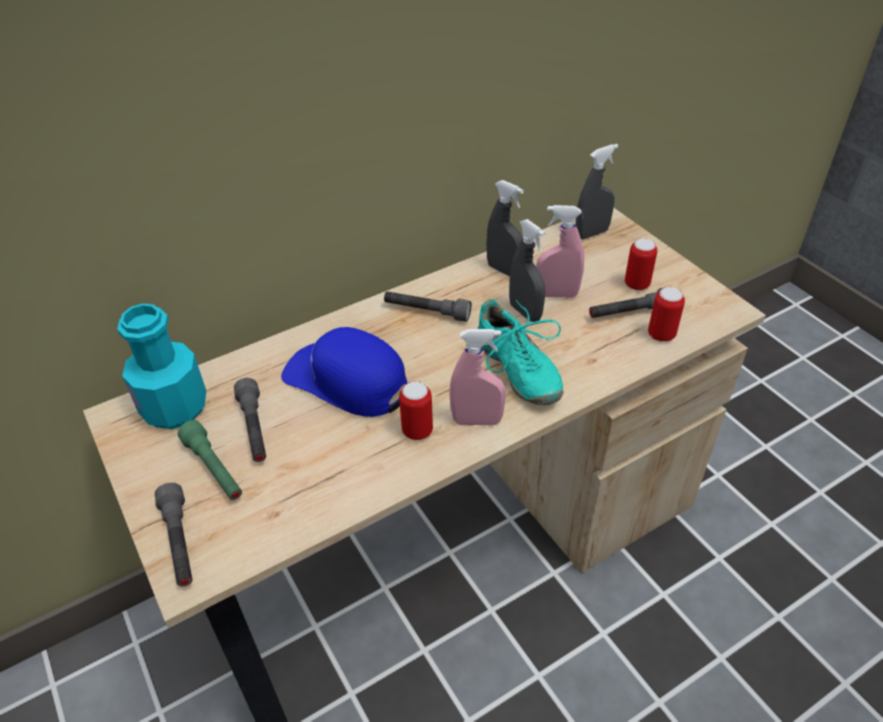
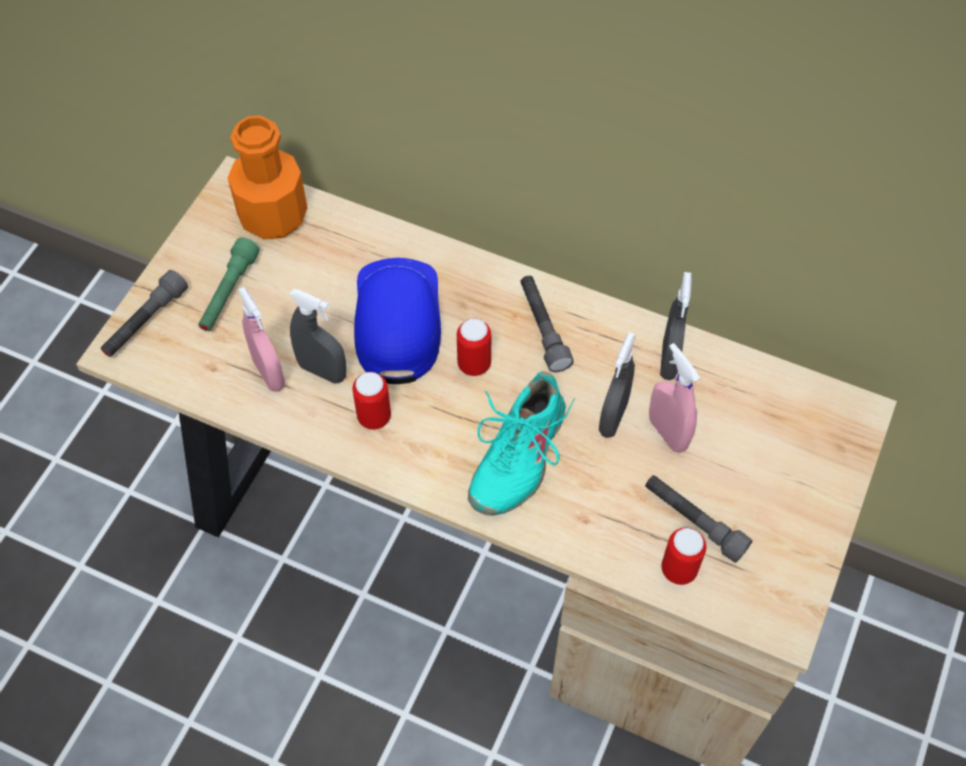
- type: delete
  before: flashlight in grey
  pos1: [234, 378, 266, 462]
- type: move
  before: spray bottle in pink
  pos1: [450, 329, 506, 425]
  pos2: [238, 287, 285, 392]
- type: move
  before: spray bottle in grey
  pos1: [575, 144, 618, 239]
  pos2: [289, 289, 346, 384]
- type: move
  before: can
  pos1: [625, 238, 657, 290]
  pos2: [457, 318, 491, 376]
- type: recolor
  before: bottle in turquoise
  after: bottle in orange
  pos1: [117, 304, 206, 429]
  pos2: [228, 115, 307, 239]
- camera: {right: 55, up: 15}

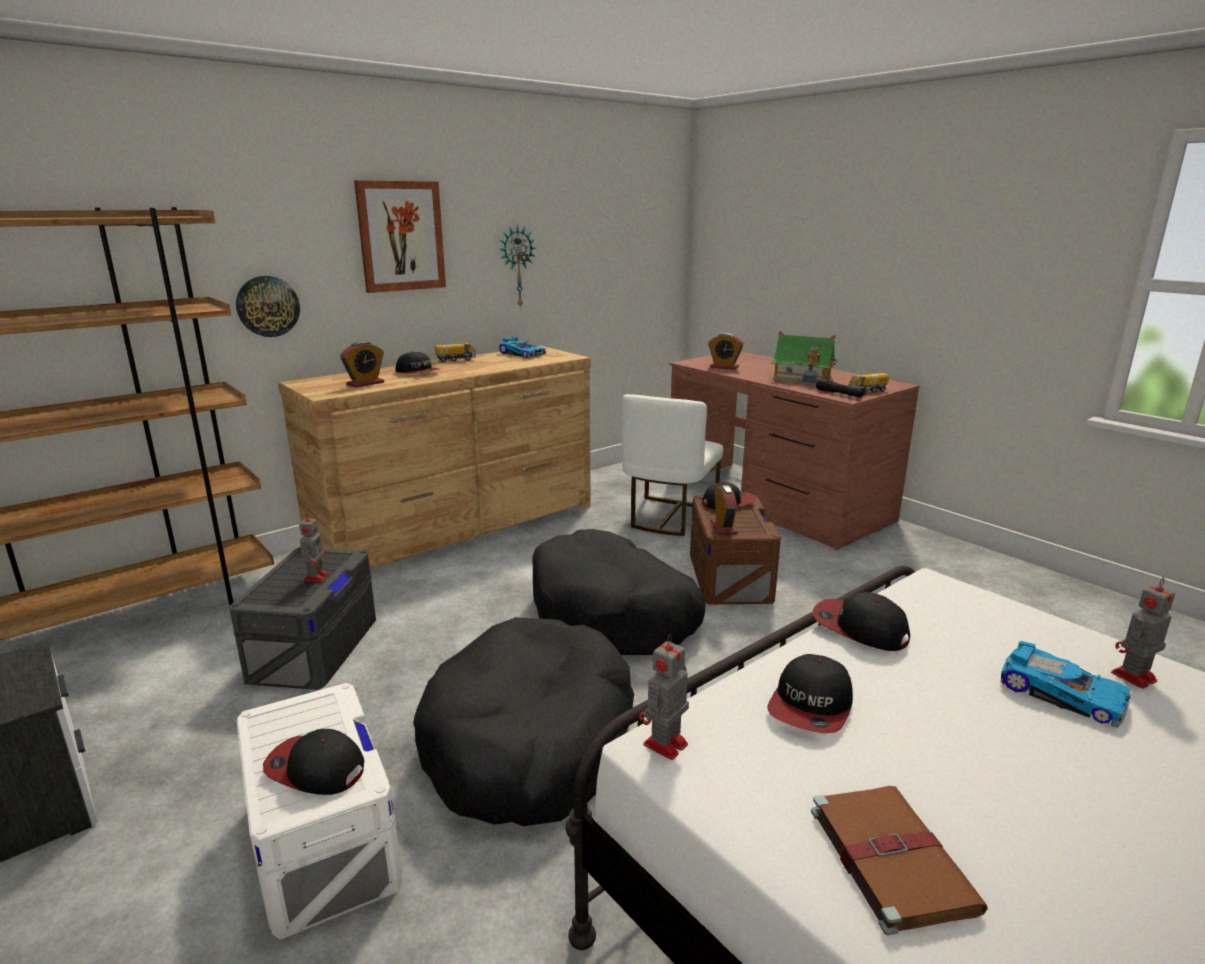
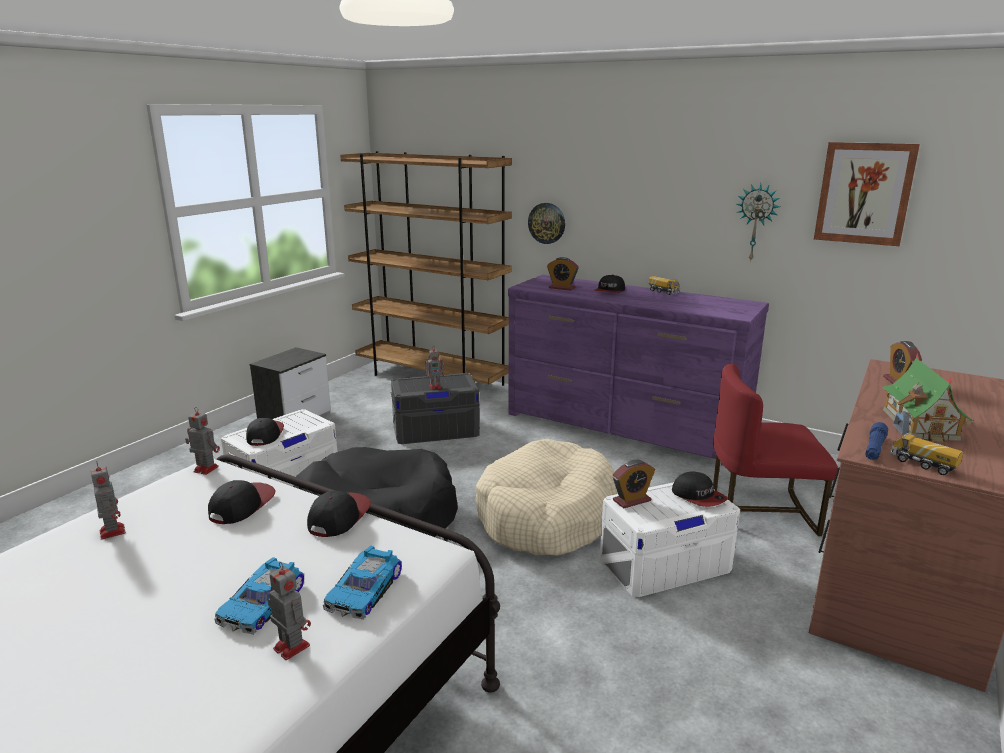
- type: move
  before: picture
  pos1: [354, 180, 446, 293]
  pos2: [814, 142, 920, 246]
- type: move
  before: toy car
  pos1: [499, 337, 546, 358]
  pos2: [323, 546, 402, 620]
- type: replace
  before: book in brown
  after: toy robot
  pos1: [811, 786, 988, 935]
  pos2: [91, 461, 126, 540]
- type: recolor
  before: dresser in brown
  after: dresser in purple
  pos1: [278, 346, 591, 569]
  pos2: [508, 274, 769, 466]
- type: recolor
  before: dog bed in black
  after: dog bed in beige
  pos1: [532, 529, 706, 655]
  pos2: [475, 439, 618, 555]
- type: recolor
  before: chair in white
  after: chair in red
  pos1: [622, 394, 723, 536]
  pos2: [713, 364, 838, 536]
- type: recolor
  before: storage box in brown
  after: storage box in white
  pos1: [690, 495, 781, 604]
  pos2: [600, 482, 740, 597]
- type: recolor
  before: flashlight in black
  after: flashlight in blue
  pos1: [816, 379, 866, 398]
  pos2: [865, 422, 888, 460]
- type: rotate
  before: cap
  pos1: [768, 654, 853, 734]
  pos2: [208, 480, 276, 524]
  turn: 105
- camera: {right: 70, up: 0}

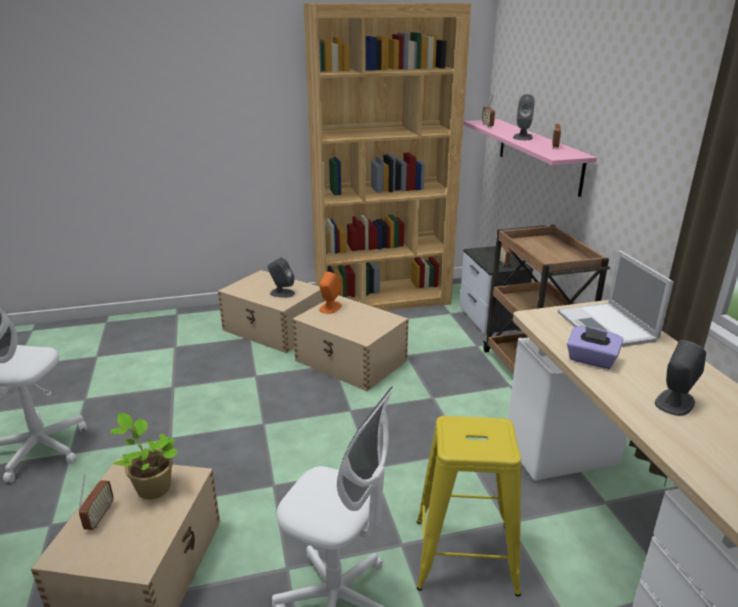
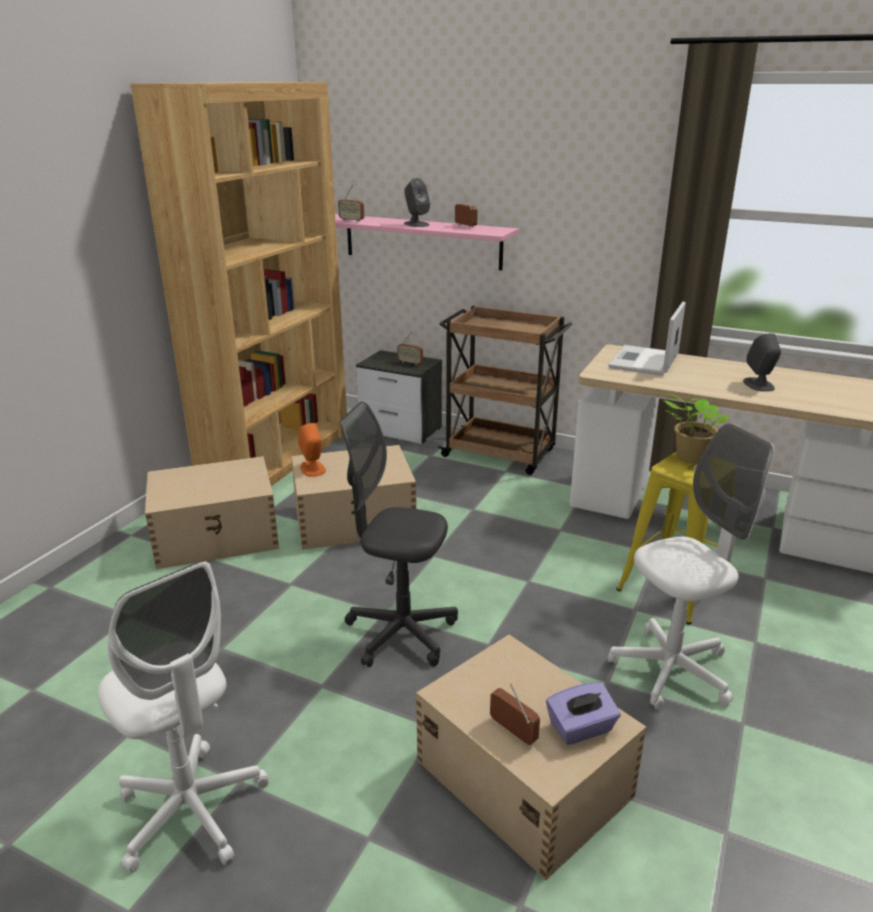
- type: delete
  before: speaker in grey
  pos1: [268, 258, 295, 298]
- type: insert
  after: office chair in grey
  pos2: [340, 402, 458, 667]
- type: move
  before: potted plant
  pos1: [111, 413, 179, 500]
  pos2: [662, 394, 730, 463]
- type: move
  before: tissue box in purple
  pos1: [567, 326, 623, 369]
  pos2: [546, 682, 621, 745]
- type: rotate
  before: laptop
  pos1: [557, 250, 674, 347]
  pos2: [608, 302, 686, 376]
  turn: 90
- camera: {right: -50, up: 0}

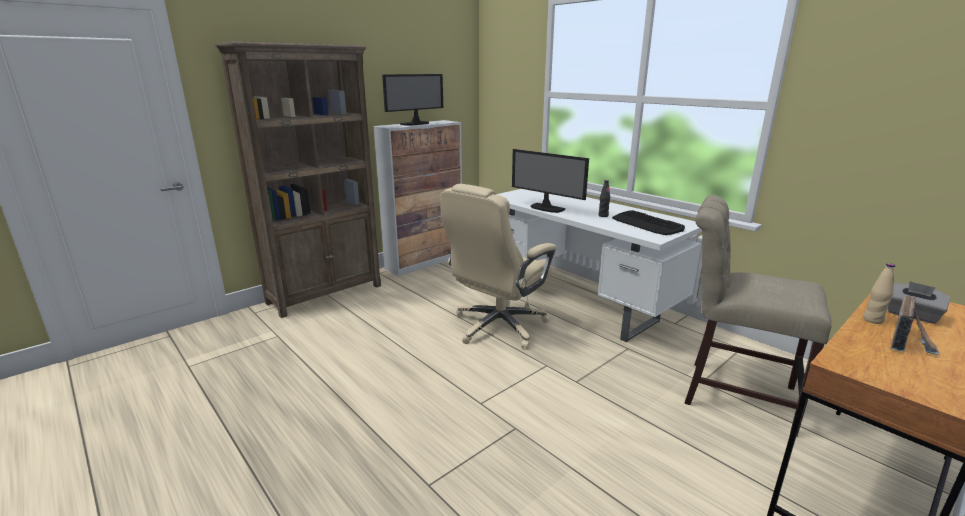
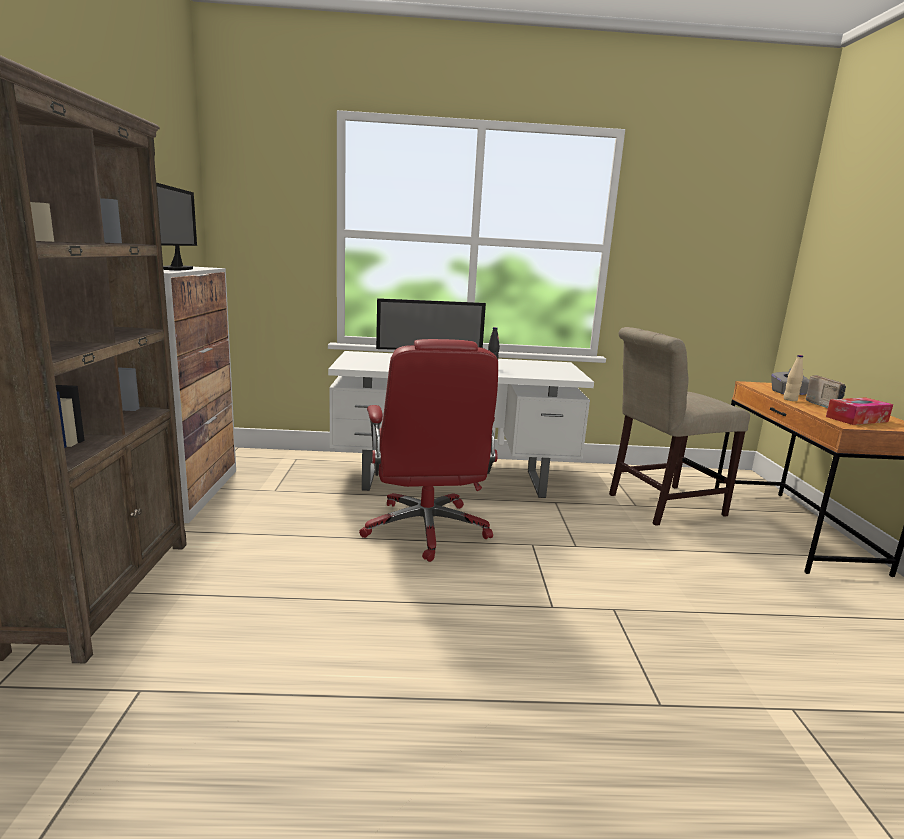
- type: delete
  before: keyboard
  pos1: [612, 210, 685, 235]
- type: insert
  after: tissue box
  pos2: [826, 397, 893, 425]
- type: recolor
  before: office chair in beige
  after: office chair in red
  pos1: [440, 184, 557, 349]
  pos2: [359, 339, 498, 562]
- camera: {right: -50, up: -5}

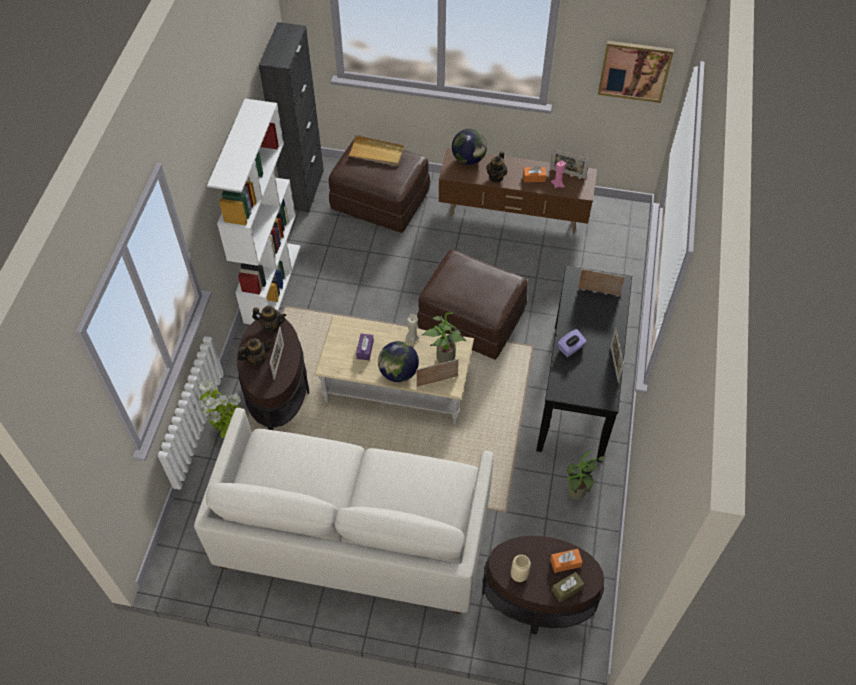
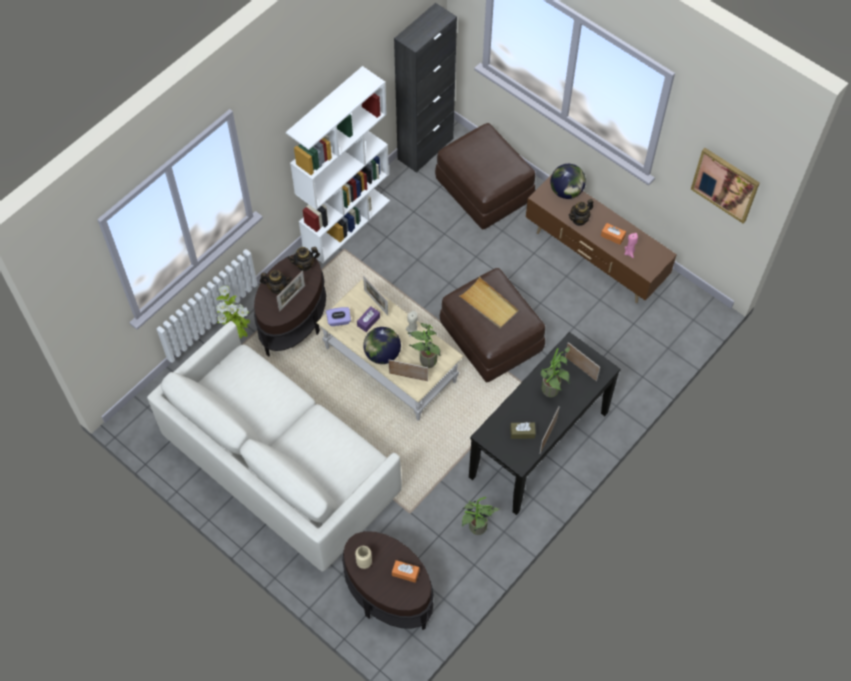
- type: insert
  after: potted plant
  pos2: [541, 345, 570, 397]
- type: move
  before: tray in beige
  pos1: [347, 135, 404, 166]
  pos2: [460, 277, 518, 328]
- type: move
  before: picture frame
  pos1: [550, 150, 589, 179]
  pos2: [363, 275, 388, 316]
- type: move
  before: tissue box in brown
  pos1: [552, 572, 584, 602]
  pos2: [510, 422, 536, 439]
- type: move
  before: tissue box in purple
  pos1: [557, 329, 587, 357]
  pos2: [326, 307, 351, 326]
- type: rotate
  before: teapot
  pos1: [252, 306, 286, 332]
  pos2: [288, 247, 320, 271]
  turn: 120
- camera: {right: 30, up: 5}

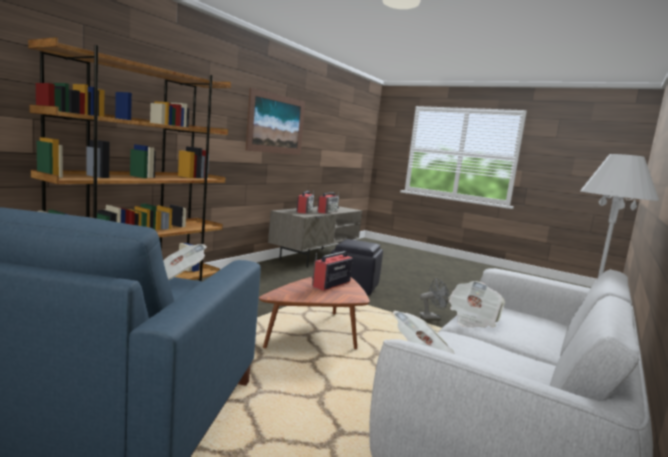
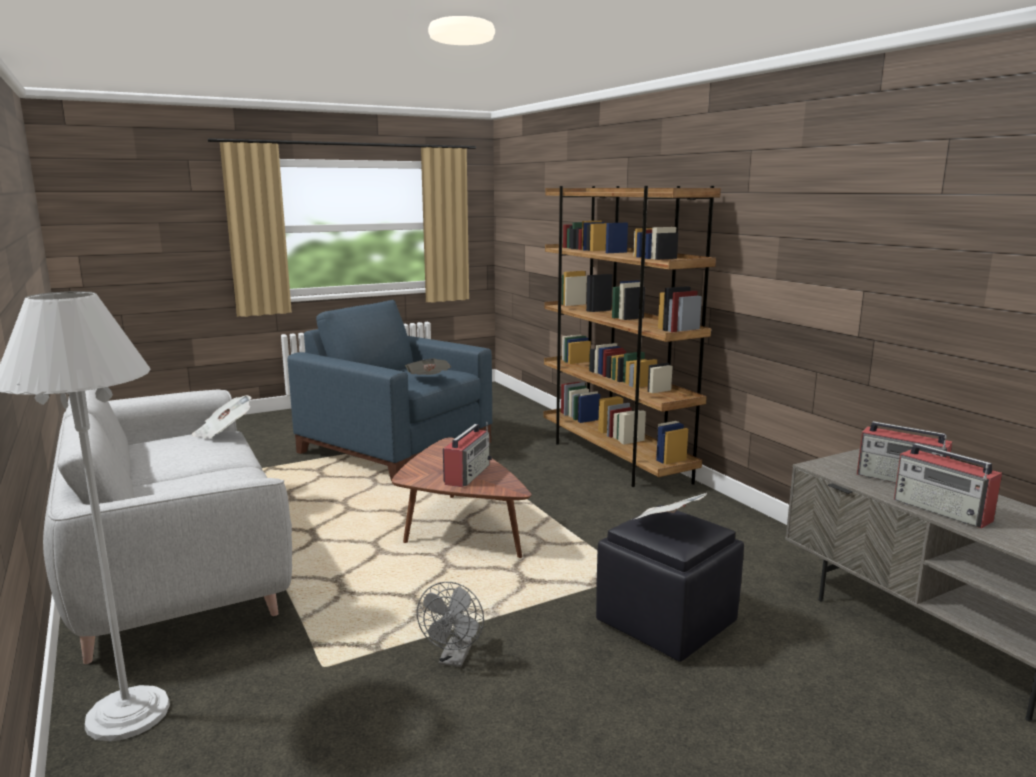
- type: delete
  before: picture
  pos1: [246, 88, 305, 155]
- type: move
  before: newspaper
  pos1: [448, 281, 505, 328]
  pos2: [635, 493, 707, 519]
- type: rotate
  before: radio
  pos1: [312, 251, 353, 291]
  pos2: [443, 422, 492, 487]
  turn: 45
- camera: {right: 120, up: 5}

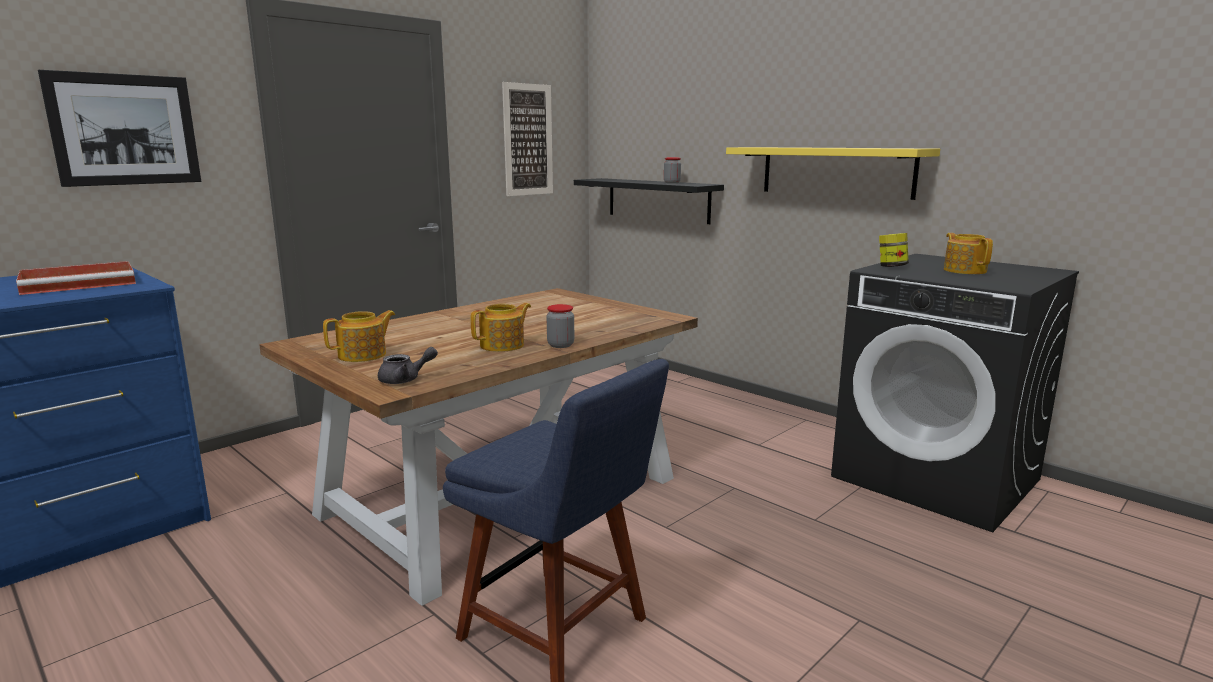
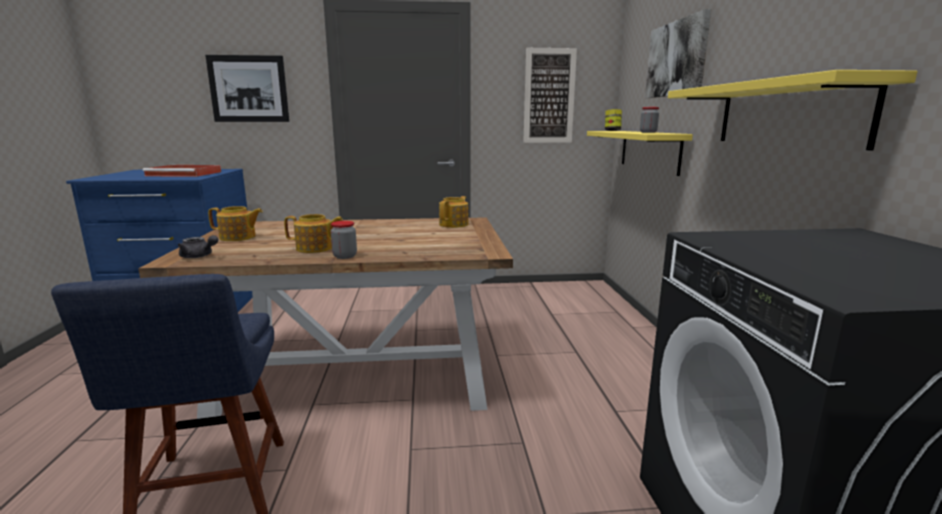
- type: insert
  after: picture
  pos2: [645, 9, 711, 98]
- type: move
  before: jar
  pos1: [879, 233, 909, 267]
  pos2: [605, 109, 622, 131]
- type: move
  before: teapot
  pos1: [944, 233, 993, 274]
  pos2: [439, 196, 468, 228]
- type: recolor
  before: shelf in black
  after: shelf in yellow
  pos1: [574, 178, 724, 224]
  pos2: [587, 131, 693, 176]
- camera: {right: 40, up: 0}

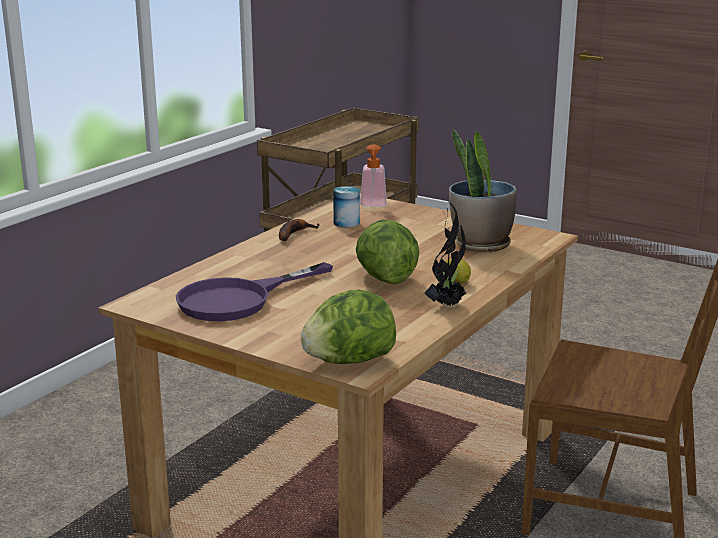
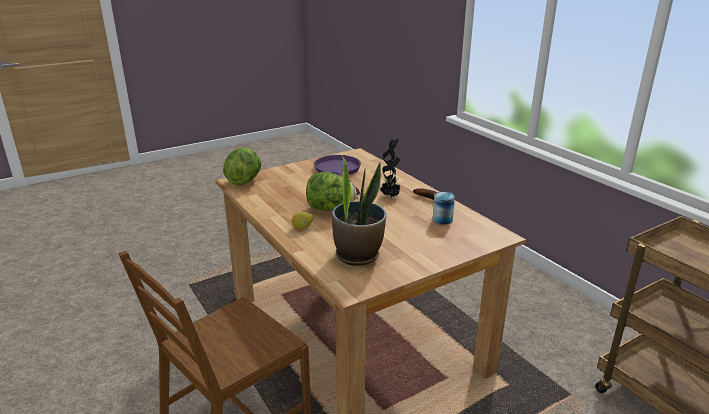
- type: delete
  before: soap dispenser
  pos1: [360, 144, 386, 207]
- type: move
  before: potted plant
  pos1: [424, 201, 466, 306]
  pos2: [380, 139, 401, 198]
- camera: {right: 115, up: 5}

